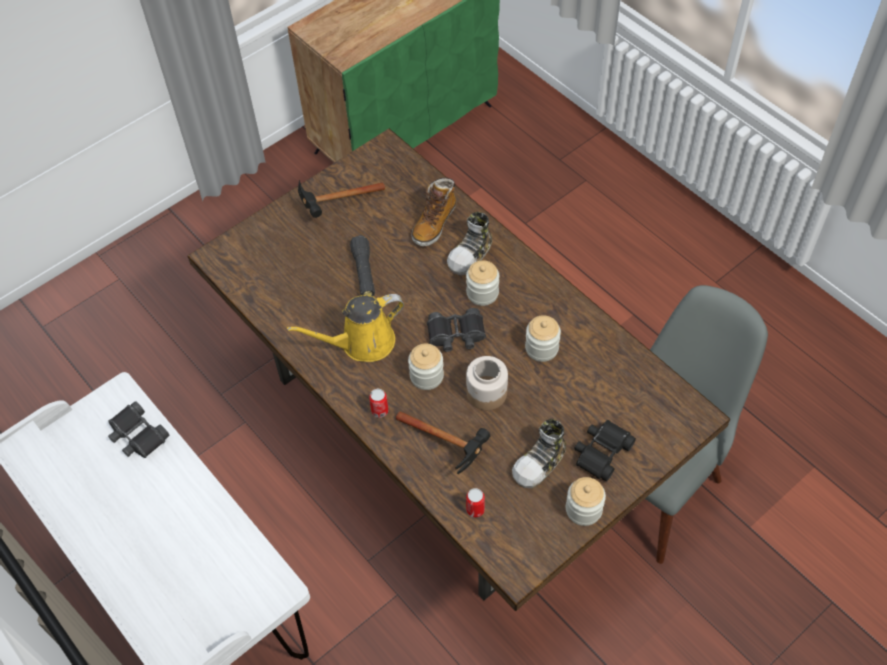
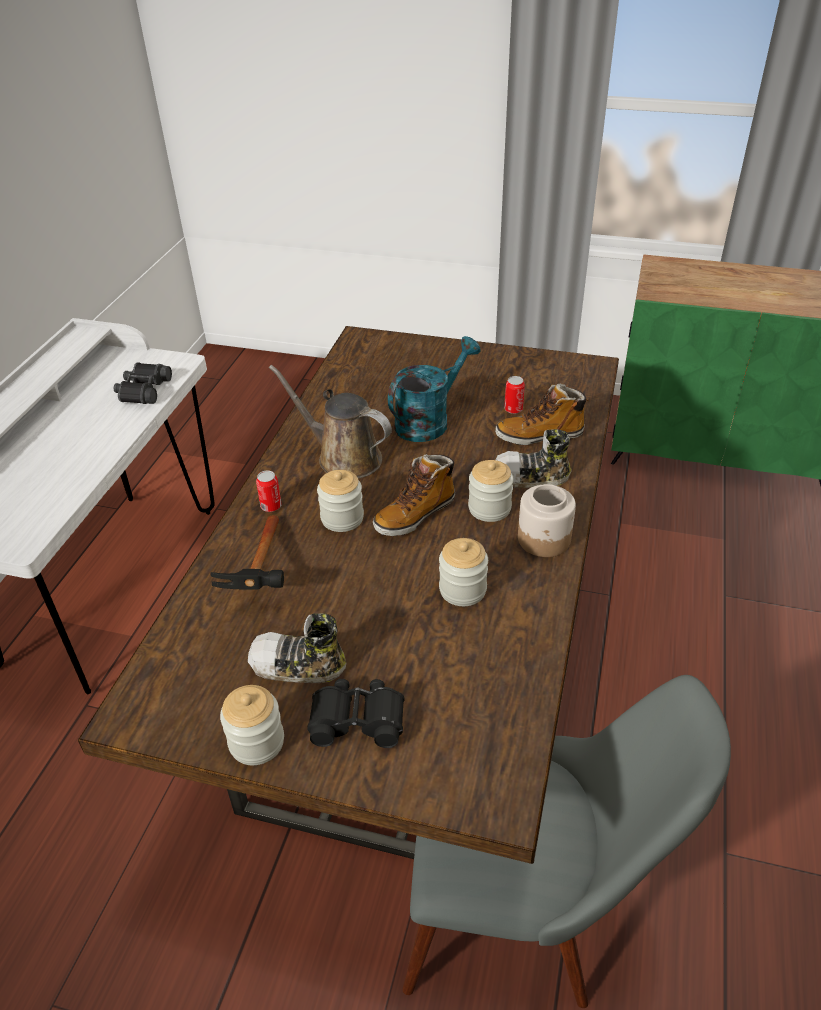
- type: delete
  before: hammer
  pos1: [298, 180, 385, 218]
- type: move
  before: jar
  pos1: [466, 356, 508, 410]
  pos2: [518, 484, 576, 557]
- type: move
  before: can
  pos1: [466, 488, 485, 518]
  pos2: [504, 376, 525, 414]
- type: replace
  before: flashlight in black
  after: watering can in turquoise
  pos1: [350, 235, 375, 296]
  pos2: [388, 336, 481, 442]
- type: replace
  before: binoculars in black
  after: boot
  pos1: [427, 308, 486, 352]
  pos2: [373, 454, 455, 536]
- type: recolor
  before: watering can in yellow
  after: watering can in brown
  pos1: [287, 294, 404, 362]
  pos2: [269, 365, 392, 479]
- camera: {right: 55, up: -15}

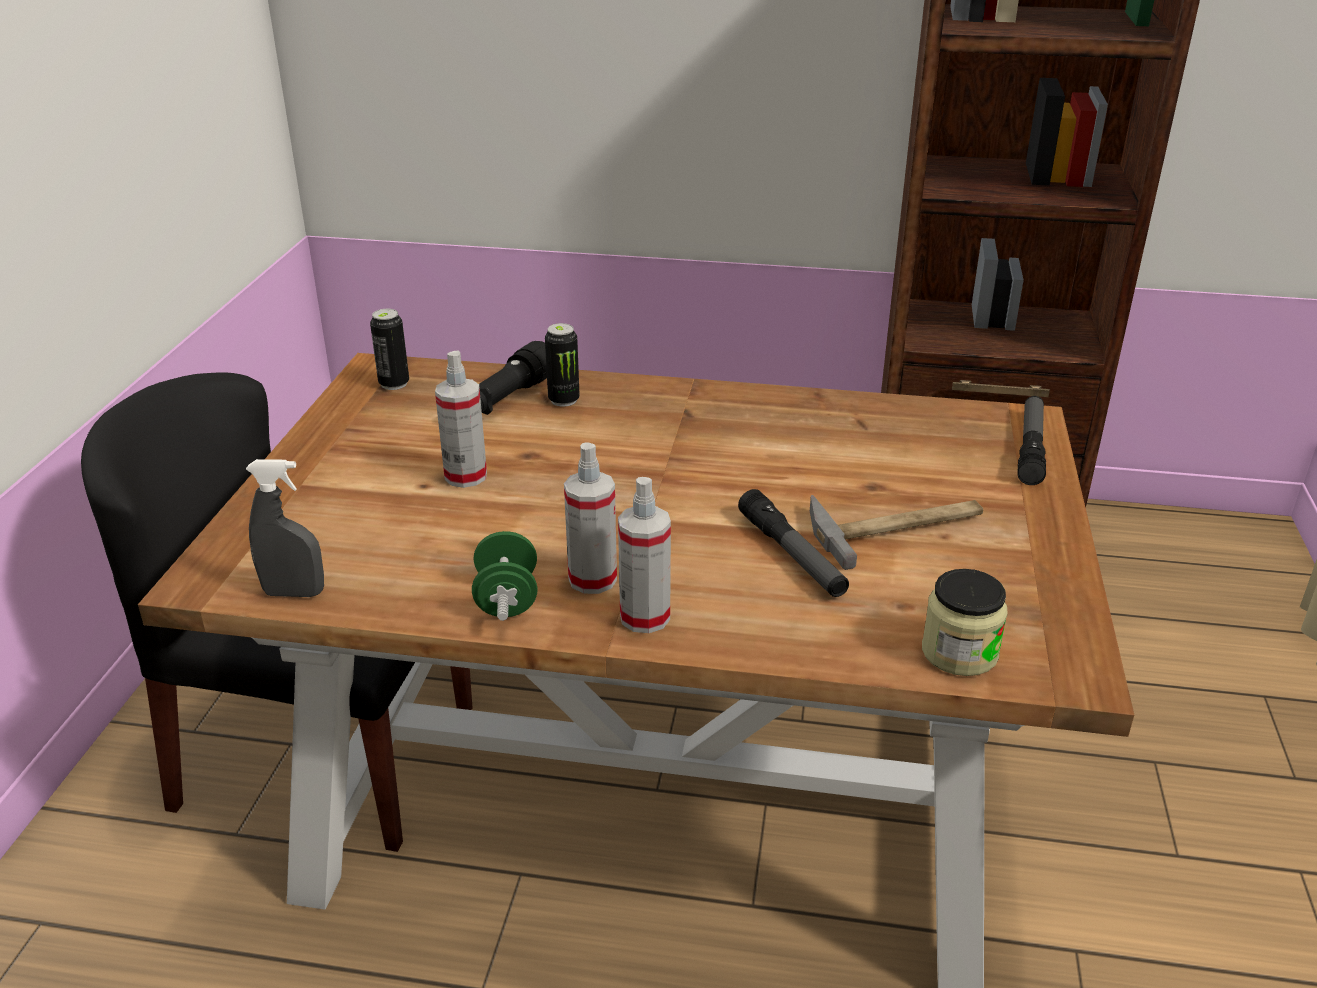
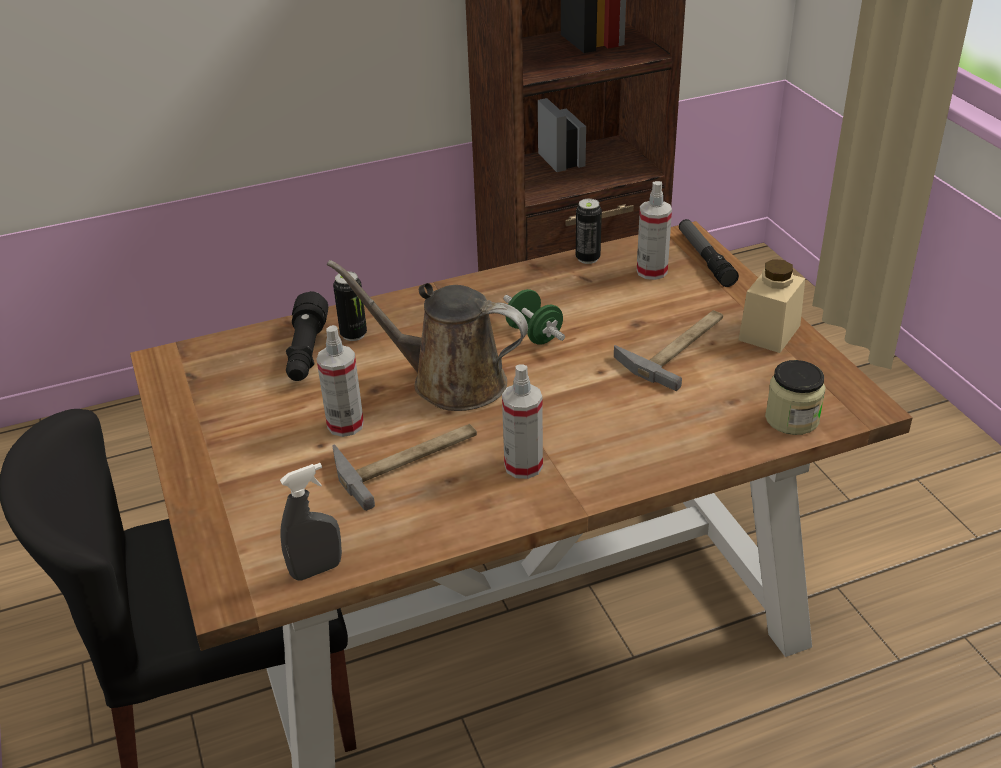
- type: delete
  before: flashlight
  pos1: [738, 489, 849, 597]
- type: insert
  after: watering can in brown
  pos2: [327, 260, 528, 411]
- type: insert
  after: hammer
  pos2: [333, 424, 477, 511]
- type: insert
  after: jar in beige
  pos2: [739, 259, 805, 353]
- type: move
  before: can
  pos1: [370, 309, 409, 390]
  pos2: [576, 199, 602, 264]
- type: move
  before: dumbbell in green
  pos1: [472, 531, 538, 621]
  pos2: [503, 289, 565, 345]
- type: move
  before: spray bottle
  pos1: [618, 477, 671, 633]
  pos2: [637, 181, 672, 280]
- camera: {right: -30, up: 5}

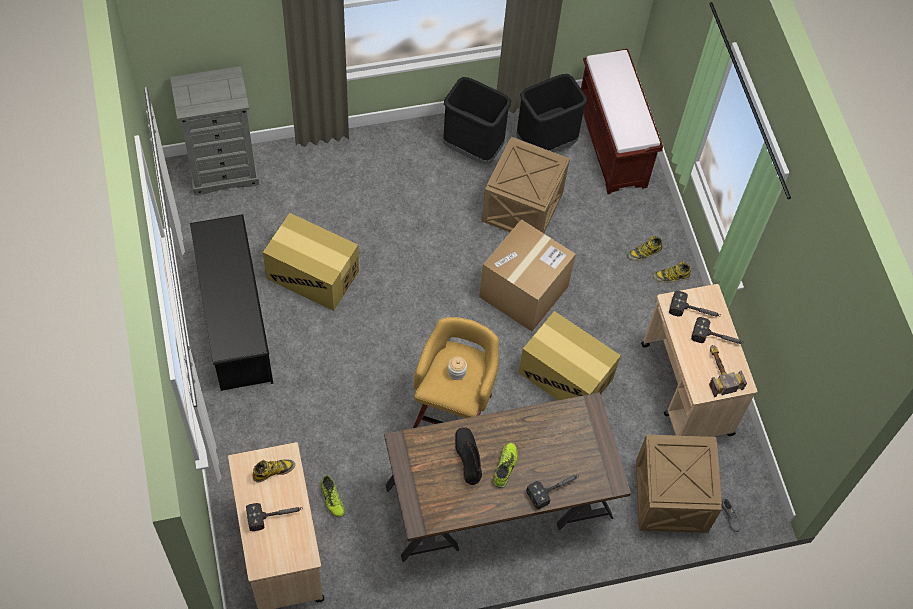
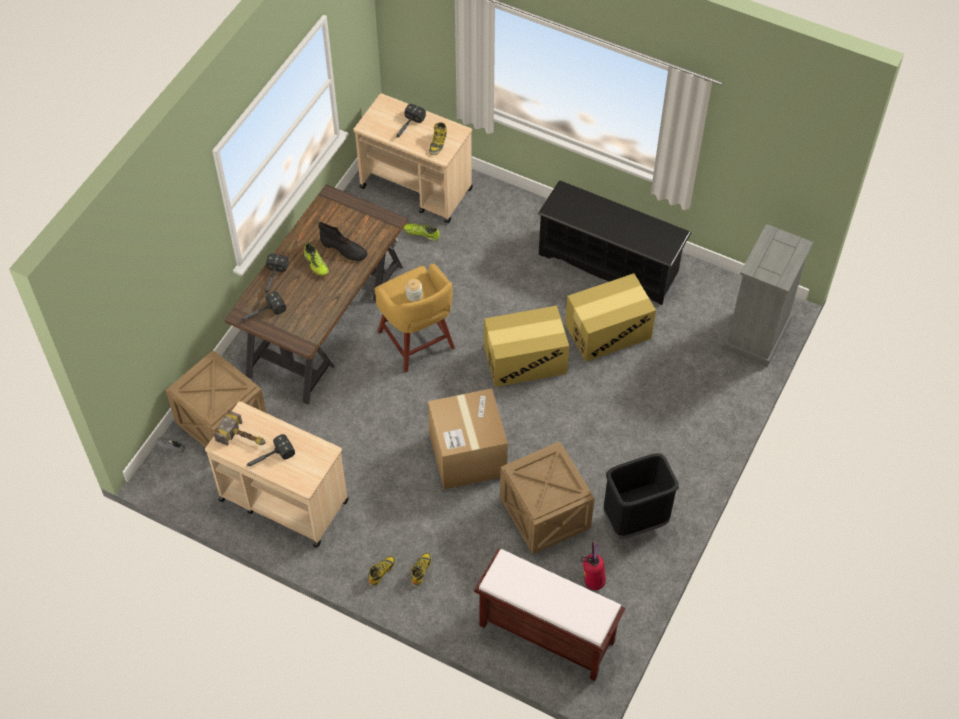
- type: move
  before: cardboard box
  pos1: [518, 311, 621, 400]
  pos2: [484, 306, 569, 387]
- type: move
  before: hammer
  pos1: [669, 291, 721, 317]
  pos2: [242, 291, 286, 321]
- type: replace
  before: trash can in black
  after: fire extinguisher
  pos1: [516, 74, 587, 153]
  pos2: [581, 542, 606, 590]
- camera: {right: 135, up: -5}

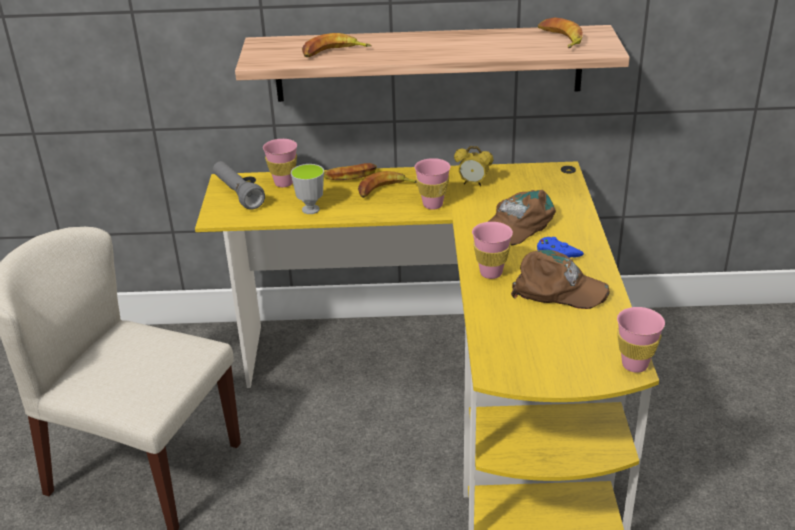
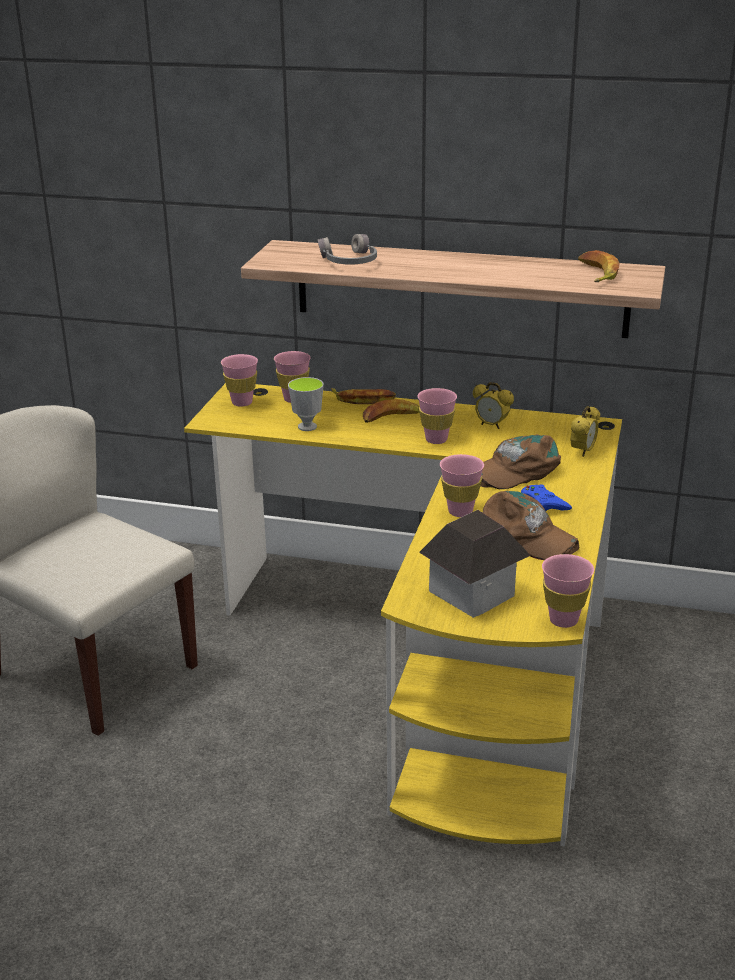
- type: insert
  after: toy house
  pos2: [419, 510, 531, 618]
- type: insert
  after: alarm clock
  pos2: [570, 406, 600, 457]
- type: replace
  before: flashlight in grey
  after: cup in pink
  pos1: [213, 161, 265, 209]
  pos2: [221, 354, 258, 406]
- type: replace
  before: banana
  after: headphones in grey
  pos1: [302, 33, 372, 57]
  pos2: [318, 234, 377, 265]
- camera: {right: 15, up: -5}

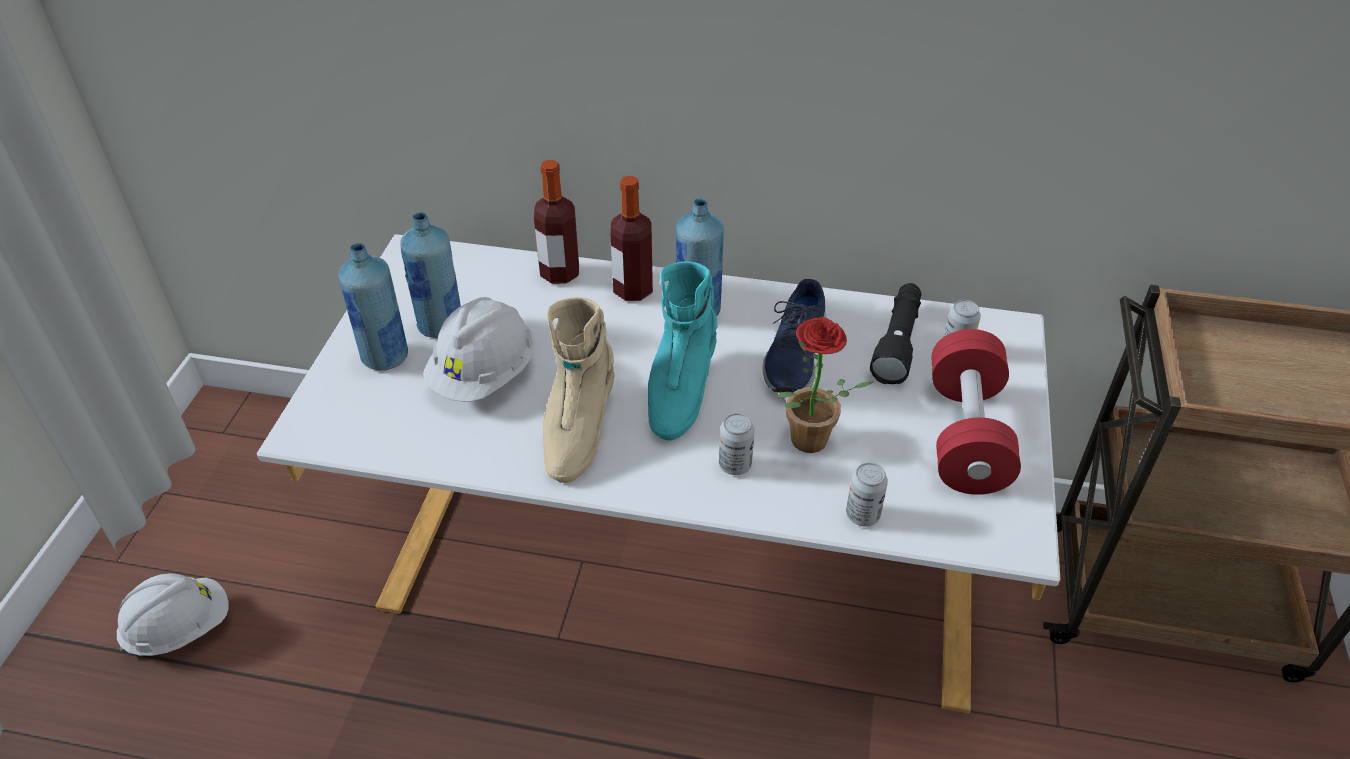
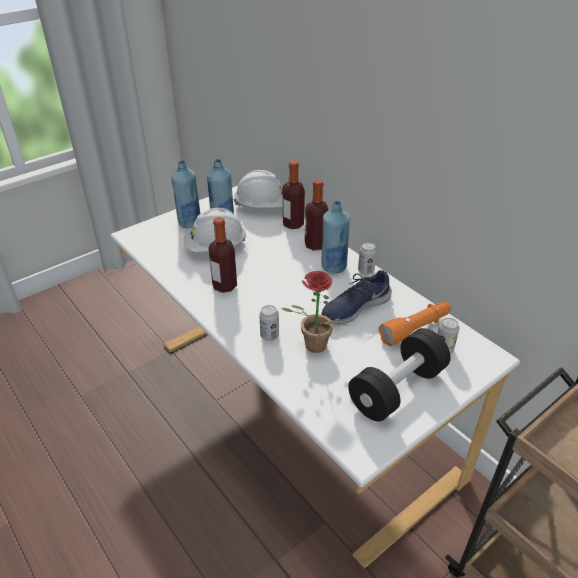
- type: delete
  before: boot in turquoise
  pos1: [648, 261, 718, 440]
- type: move
  before: hard hat in white
  pos1: [117, 573, 229, 656]
  pos2: [233, 170, 283, 208]
- type: move
  before: can
  pos1: [846, 463, 888, 526]
  pos2: [358, 242, 377, 275]
- type: replace
  before: boot in beige
  after: bottle
  pos1: [543, 297, 615, 483]
  pos2: [209, 217, 237, 293]
- type: recolor
  before: flashlight in black
  after: flashlight in orange
  pos1: [870, 283, 921, 384]
  pos2: [379, 302, 451, 346]
- type: recolor
  before: dumbbell in red
  after: dumbbell in black
  pos1: [931, 329, 1021, 495]
  pos2: [348, 328, 451, 422]
- camera: {right: 40, up: -5}

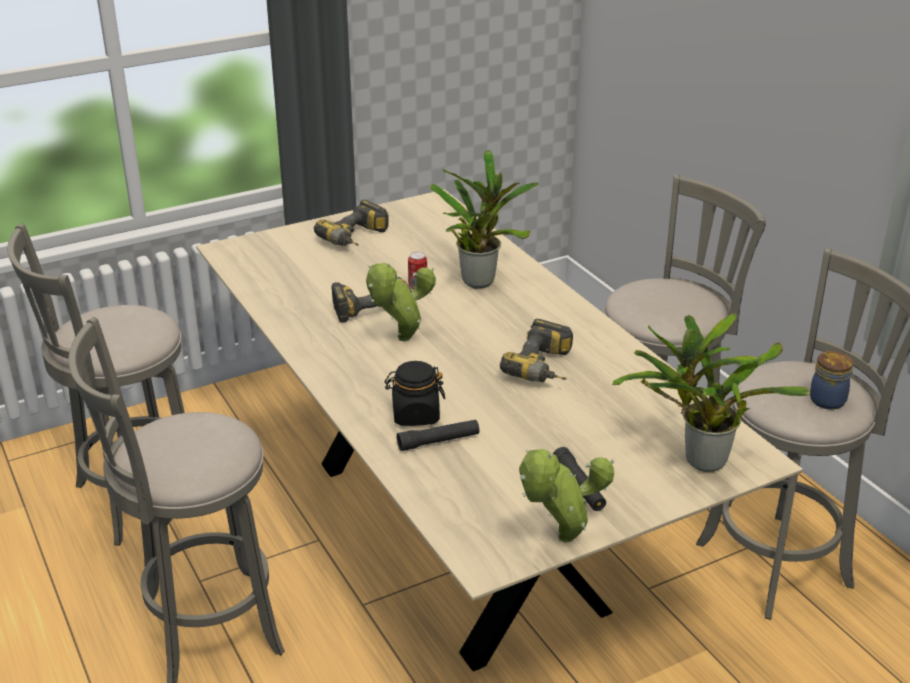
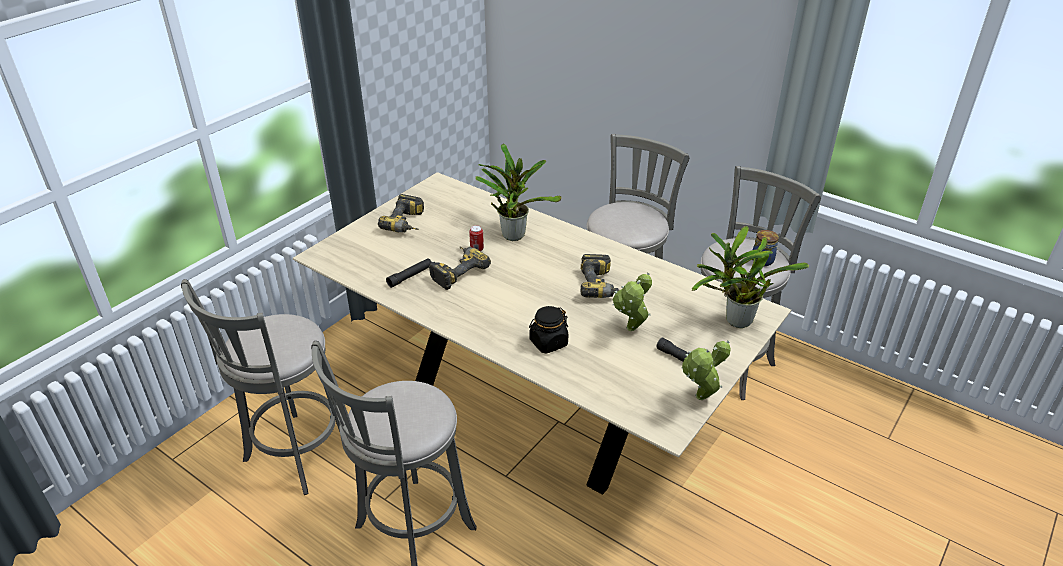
- type: move
  before: potted plant
  pos1: [366, 263, 436, 341]
  pos2: [613, 273, 652, 331]
- type: move
  before: flashlight in black
  pos1: [397, 420, 479, 451]
  pos2: [386, 258, 431, 288]
- camera: {right: -25, up: 5}

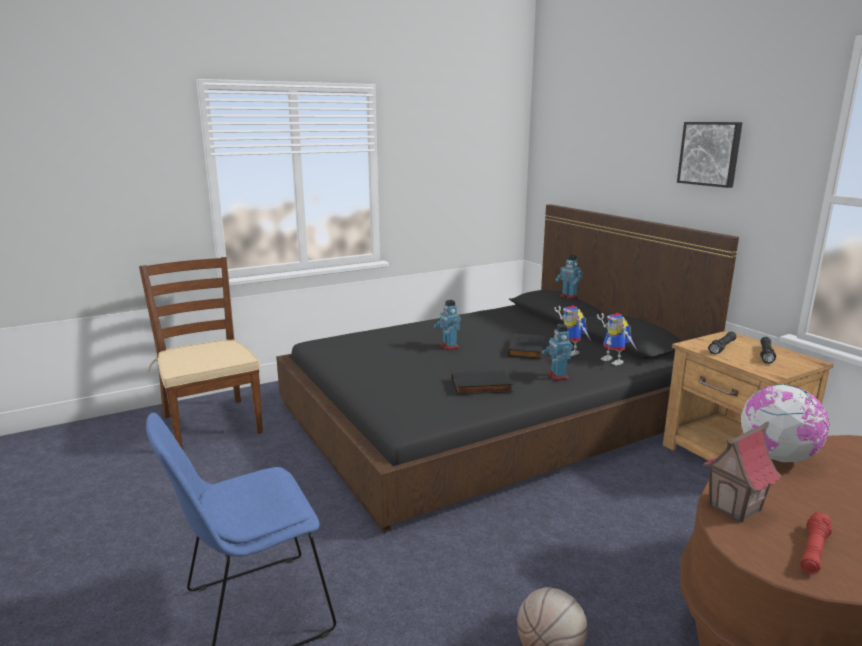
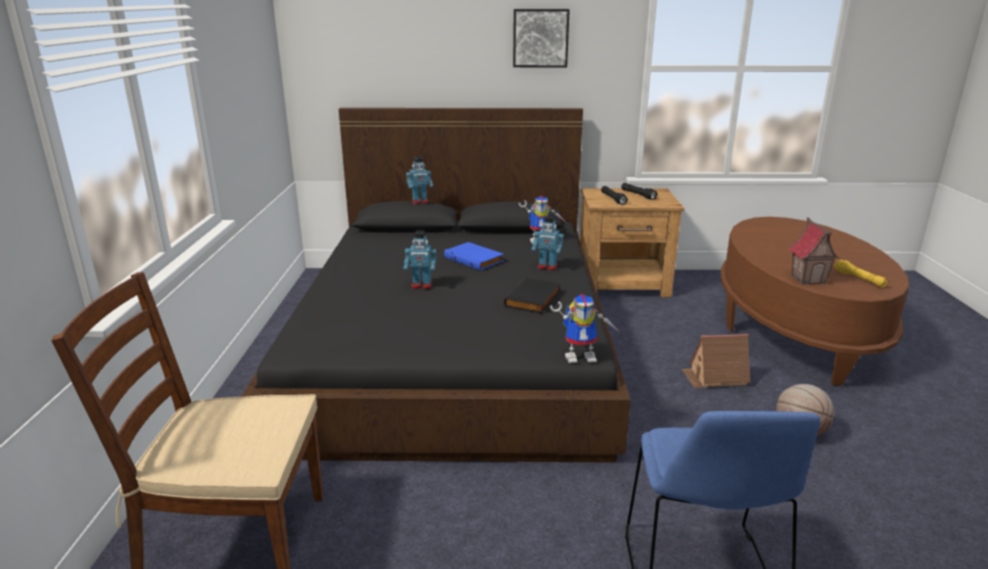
- type: delete
  before: globe
  pos1: [741, 384, 830, 462]
- type: insert
  after: toy house
  pos2: [682, 334, 750, 388]
- type: move
  before: toy robot
  pos1: [554, 305, 590, 356]
  pos2: [550, 294, 618, 363]
- type: recolor
  before: book in black
  after: book in blue
  pos1: [508, 333, 545, 359]
  pos2: [444, 242, 504, 270]
- type: recolor
  before: flashlight in red
  after: flashlight in yellow
  pos1: [800, 512, 832, 574]
  pos2: [834, 259, 888, 288]
- camera: {right: -60, up: 5}

